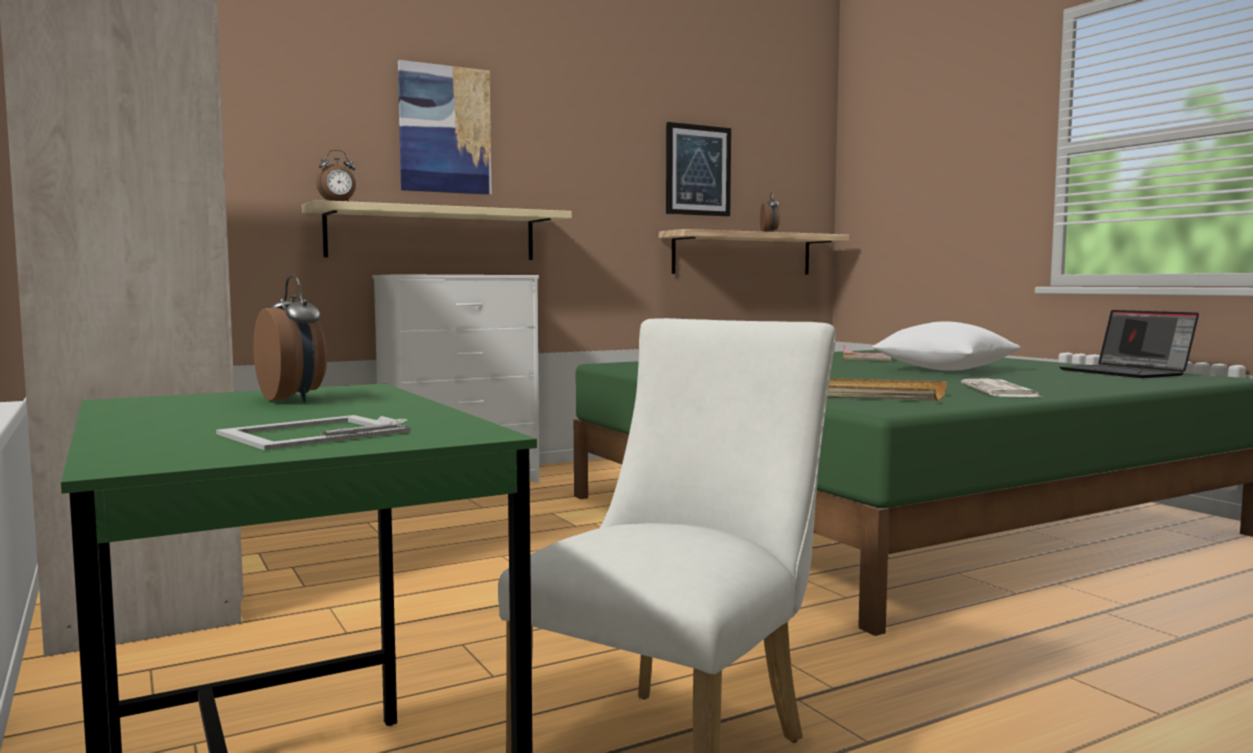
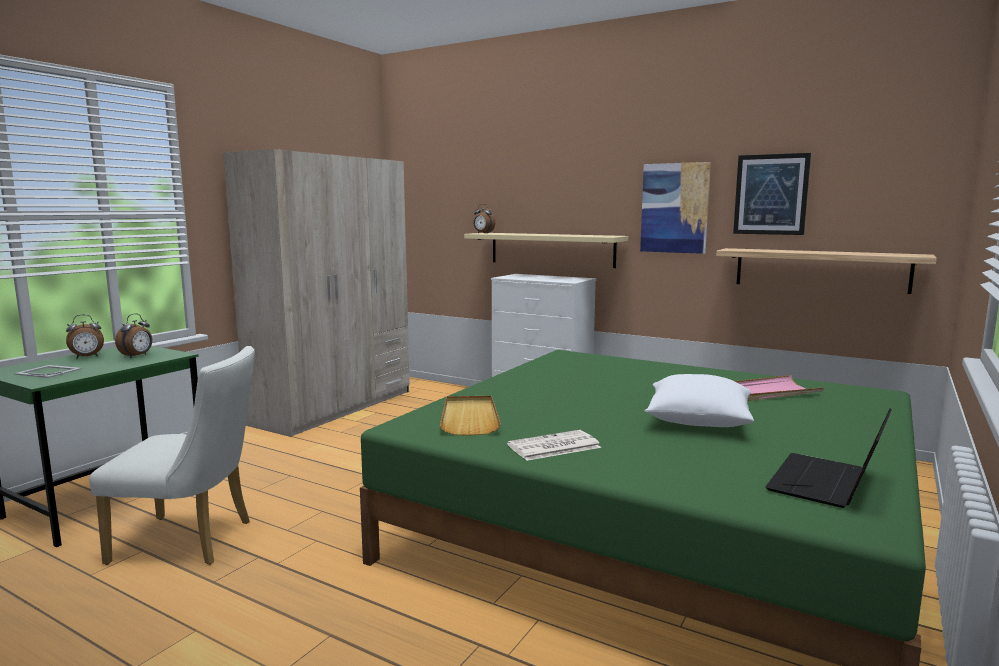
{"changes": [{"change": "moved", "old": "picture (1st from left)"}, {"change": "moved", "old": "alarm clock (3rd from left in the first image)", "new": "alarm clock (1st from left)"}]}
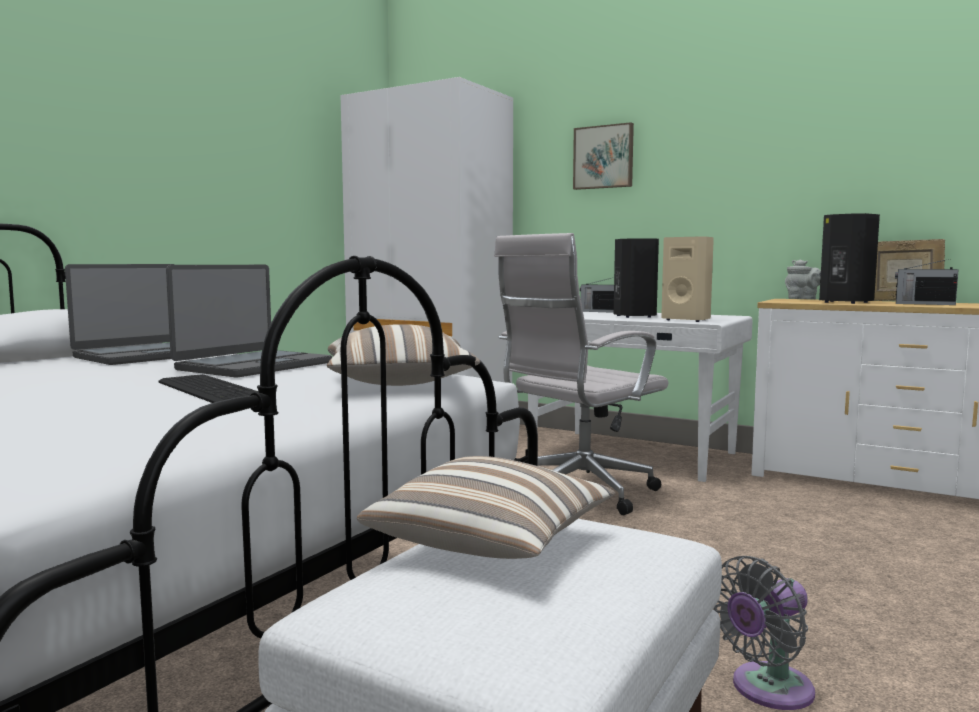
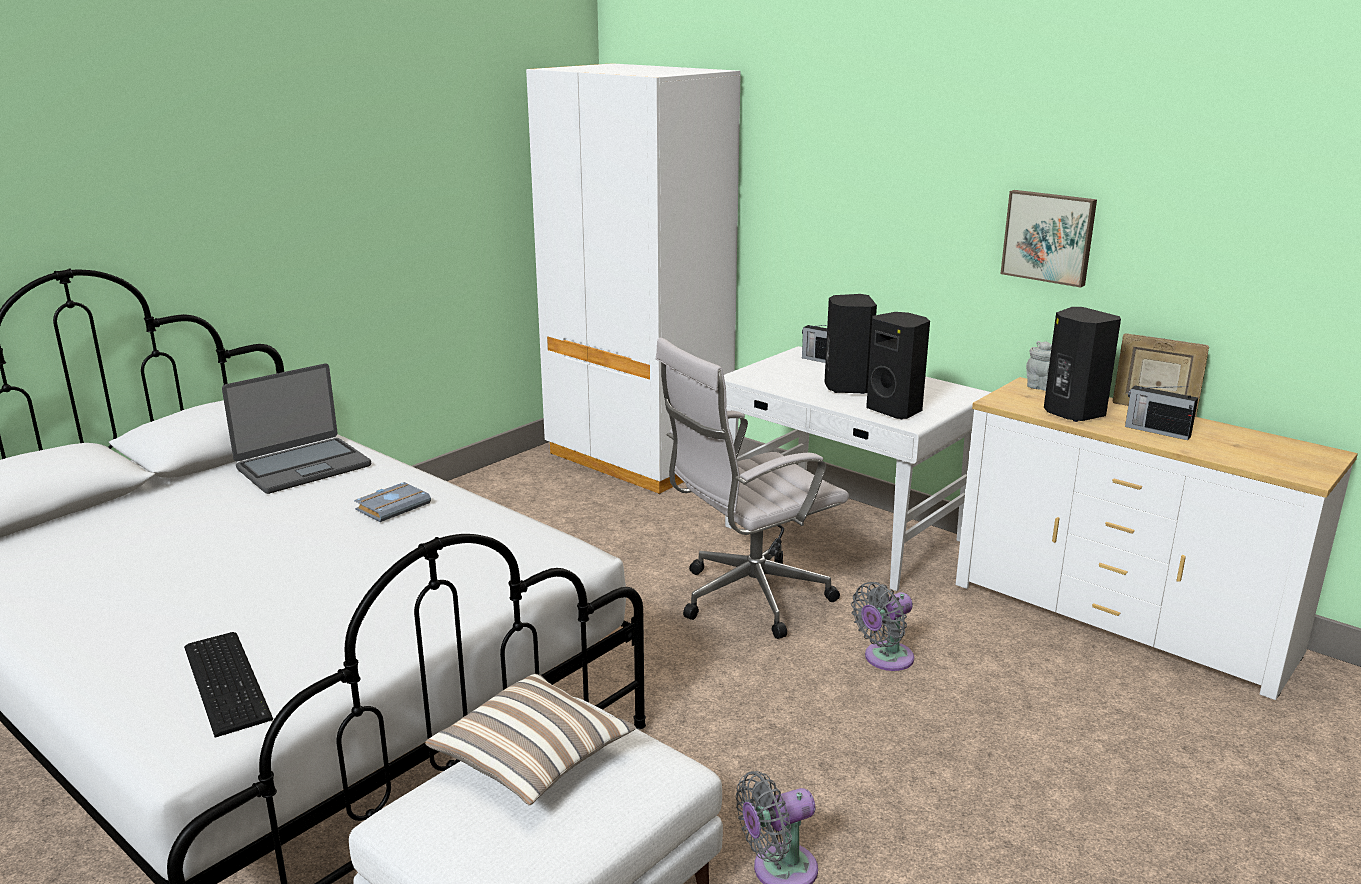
{"changes": [{"change": "moved", "old": "picture"}, {"change": "recoloured", "old": "beige speaker", "new": "black speaker (2nd from left)"}, {"change": "replaced", "old": "laptop (2nd from left)", "new": "grey book"}, {"change": "removed", "old": "pillow (1st from left)"}, {"change": "moved", "old": "keyboard"}, {"change": "added", "new": "grey fan (2nd from left)"}]}
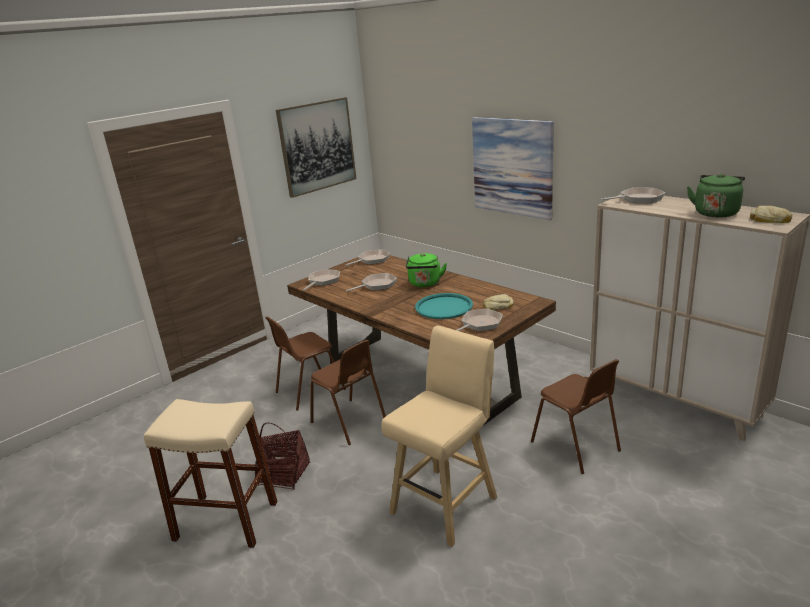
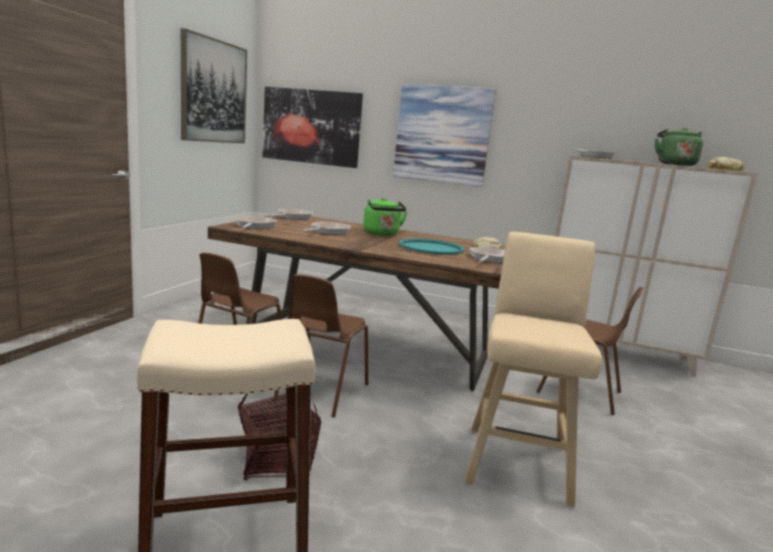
{"changes": [{"change": "turned", "old": "brown chair (2nd from left)", "degrees": 90}, {"change": "added", "new": "picture (2nd from left)"}]}
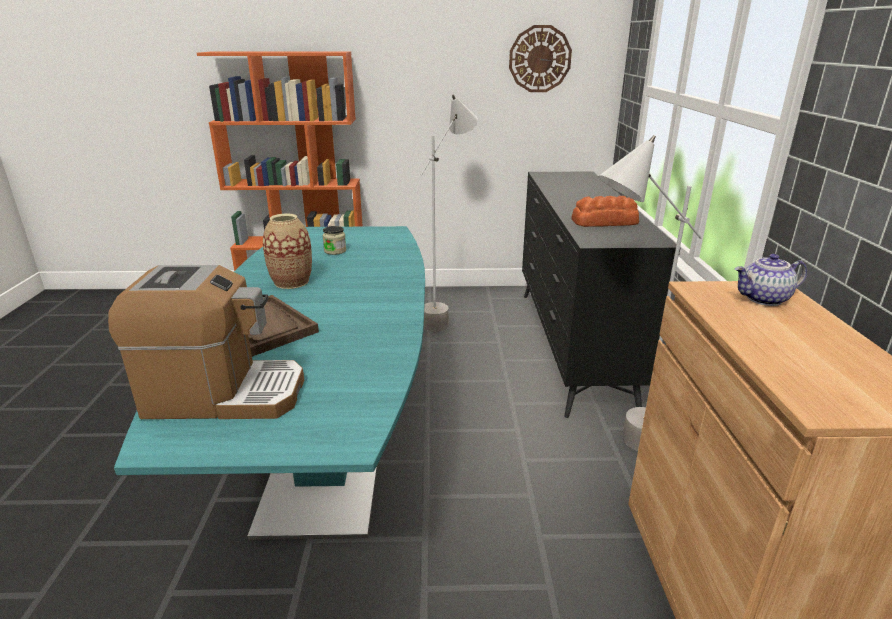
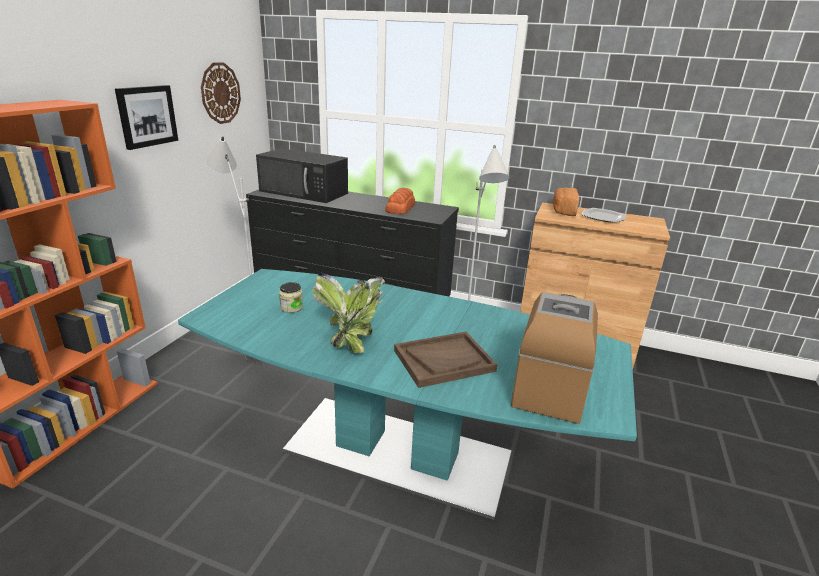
{"changes": [{"change": "replaced", "old": "vase", "new": "potted plant"}, {"change": "replaced", "old": "teapot", "new": "bread (2nd from left)"}, {"change": "added", "new": "picture"}, {"change": "added", "new": "black microwave"}, {"change": "added", "new": "plate"}]}
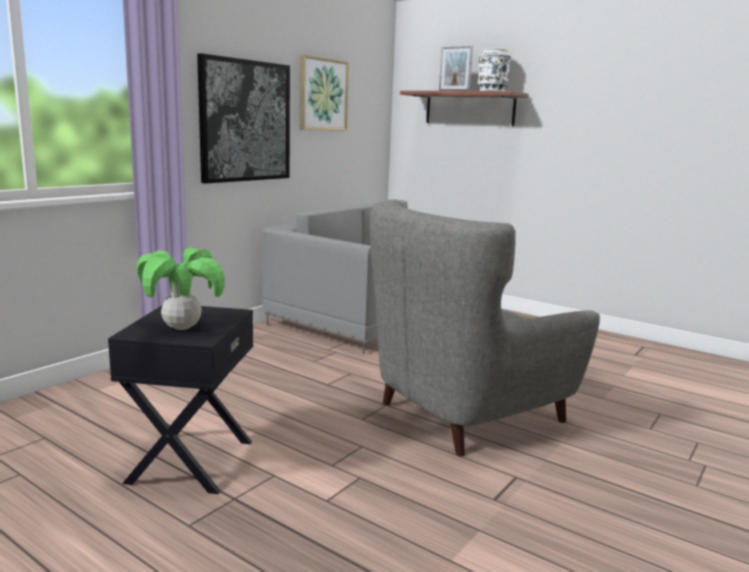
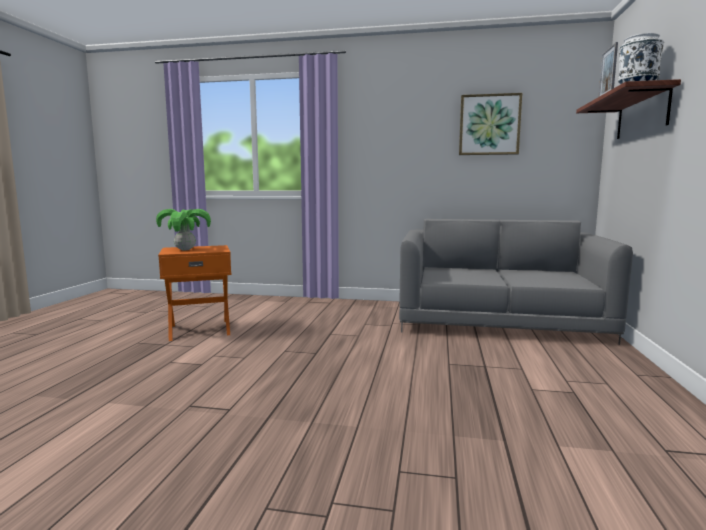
{"changes": [{"change": "removed", "old": "picture (1st from left)"}, {"change": "removed", "old": "grey armchair"}, {"change": "recoloured", "old": "black side table", "new": "orange side table"}]}
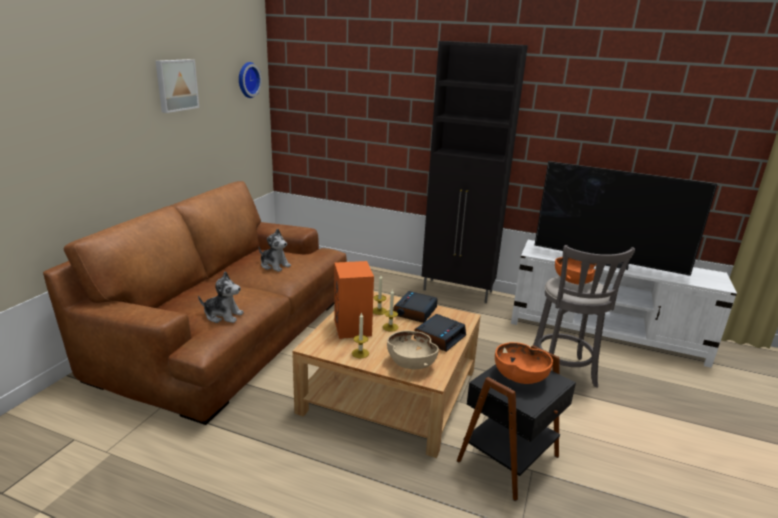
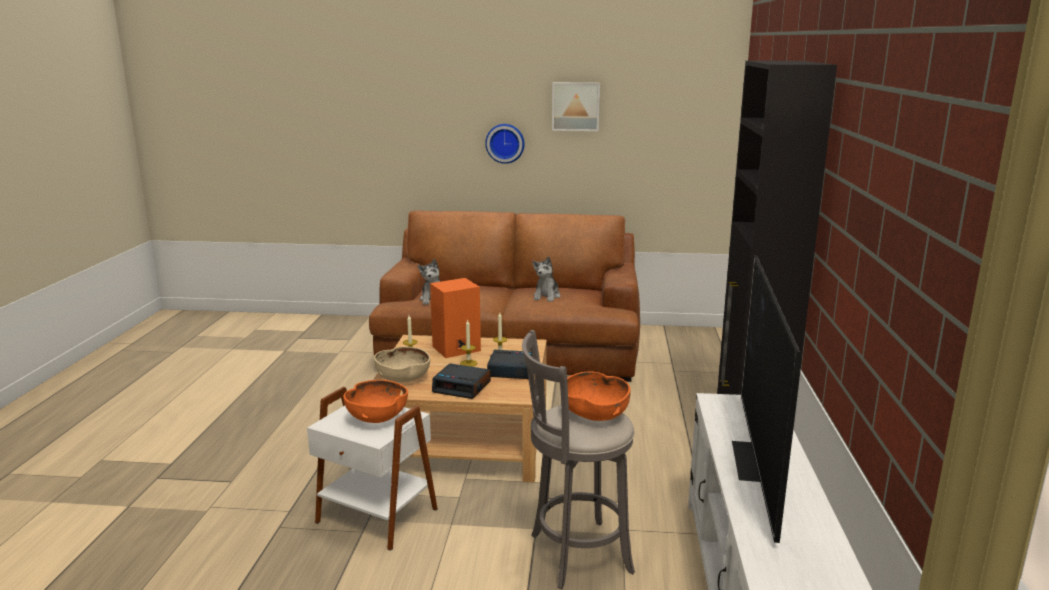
{"changes": [{"change": "moved", "old": "wall clock"}, {"change": "recoloured", "old": "black side table", "new": "white side table"}]}
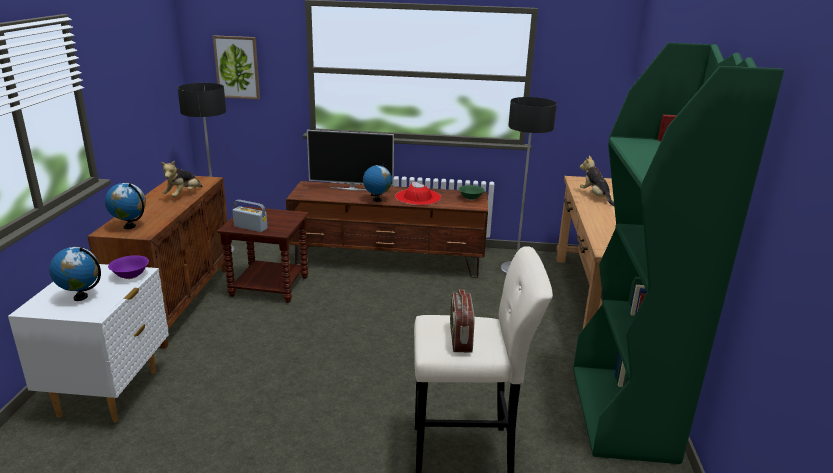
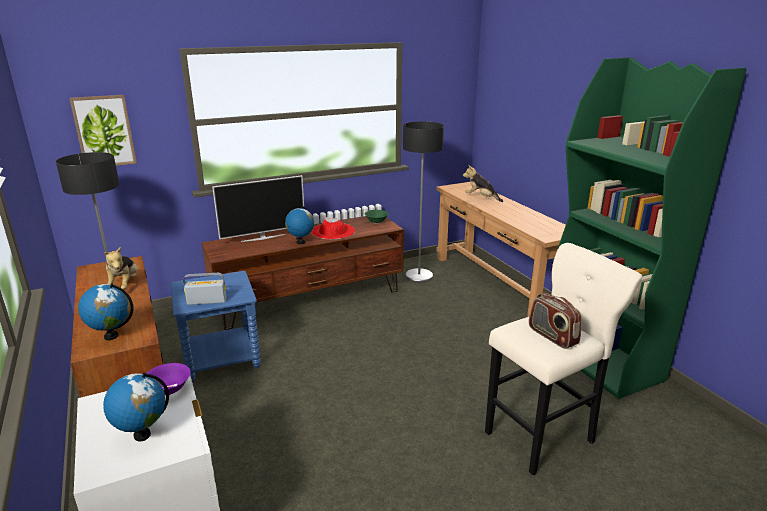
{"changes": [{"change": "recoloured", "old": "brown side table", "new": "blue side table"}]}
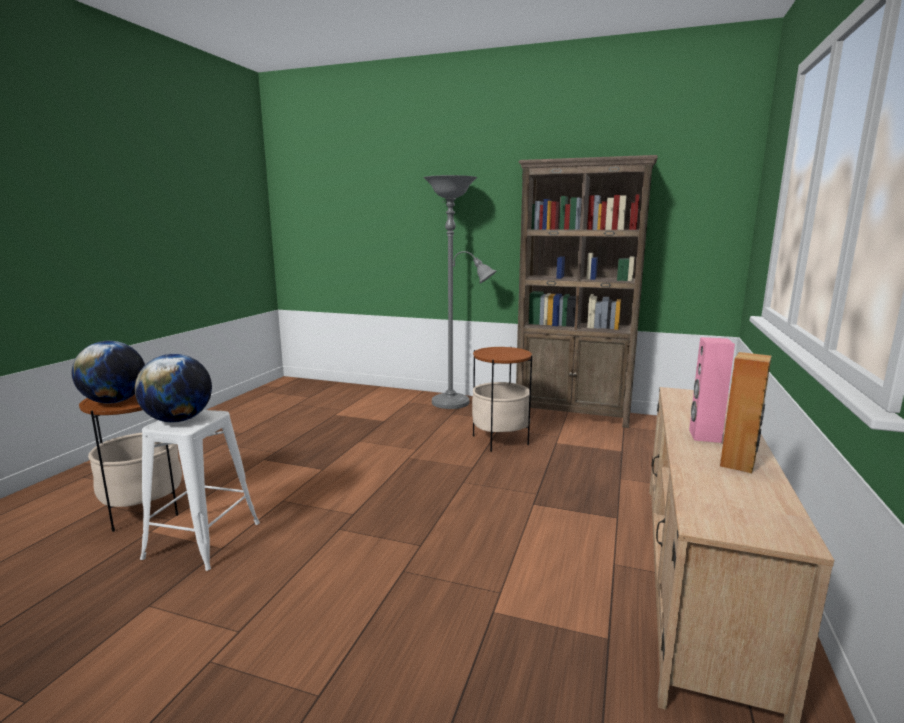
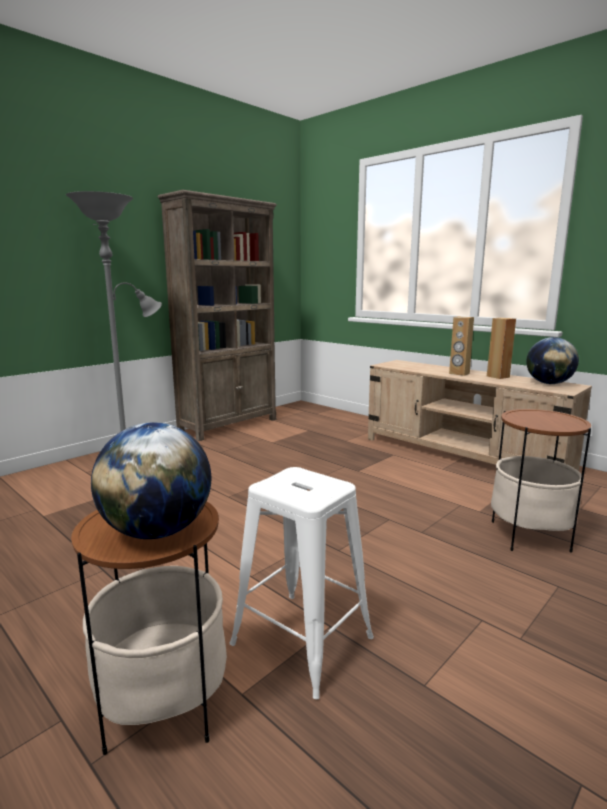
{"changes": [{"change": "recoloured", "old": "pink speaker", "new": "brown speaker (1st from left)"}, {"change": "moved", "old": "side table (2nd from left)"}, {"change": "moved", "old": "globe (2nd from left)"}]}
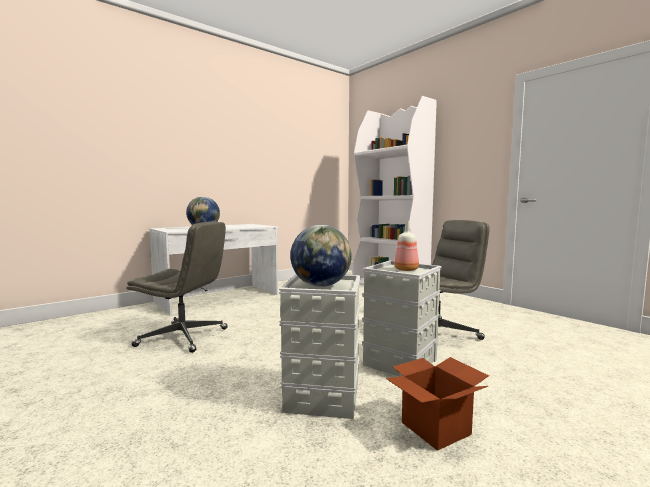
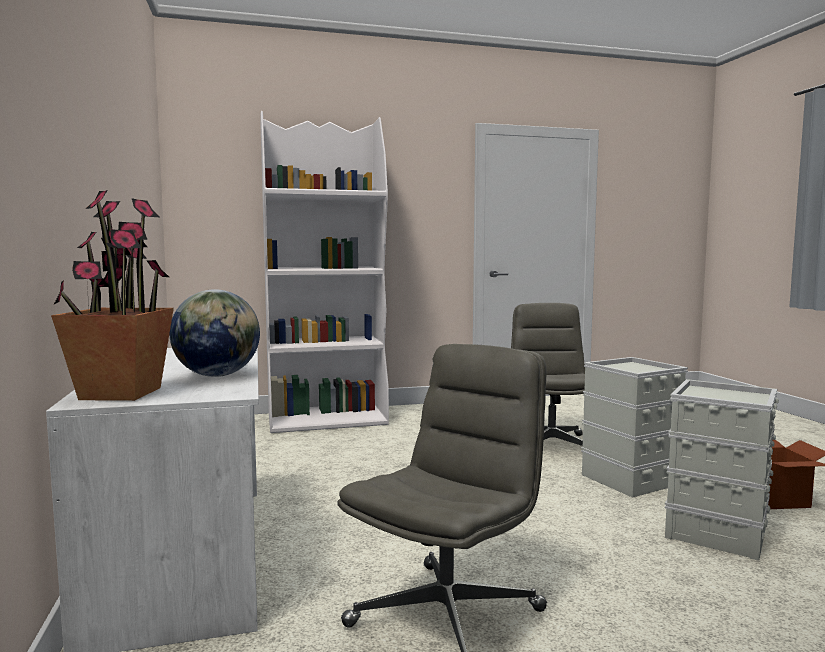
{"changes": [{"change": "removed", "old": "bottle"}, {"change": "removed", "old": "globe (2nd from left)"}, {"change": "added", "new": "potted plant"}]}
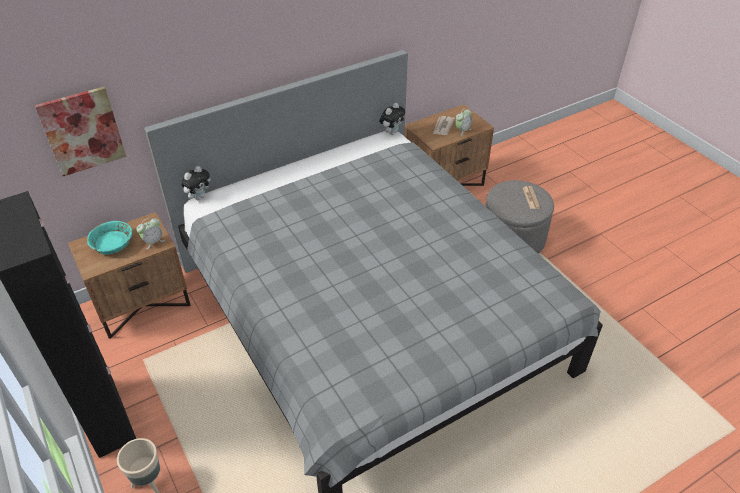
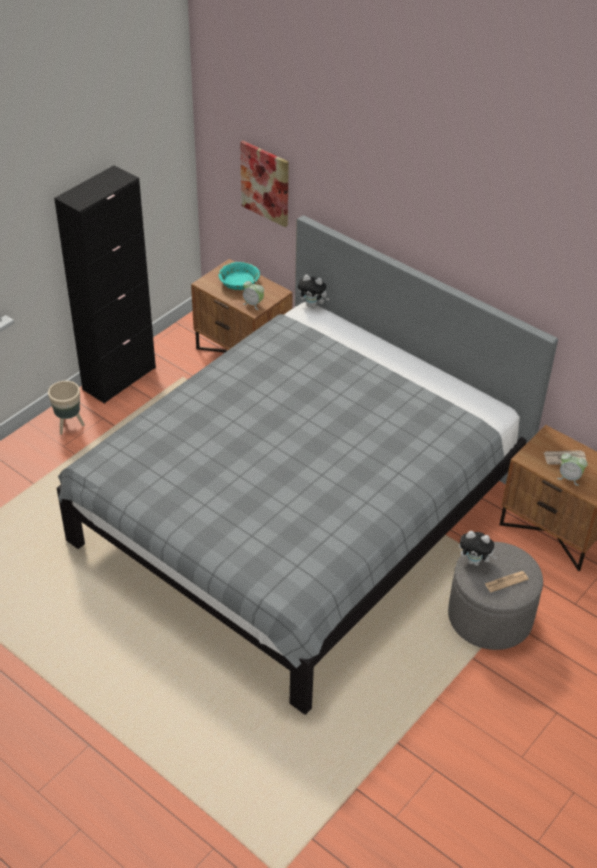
{"changes": [{"change": "moved", "old": "plush toy (2nd from left)"}]}
